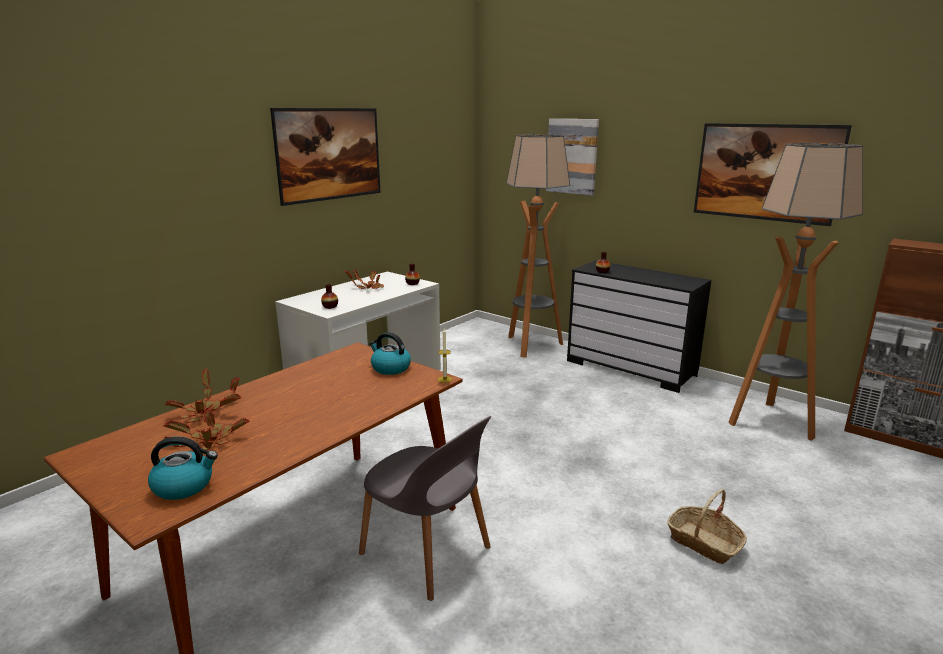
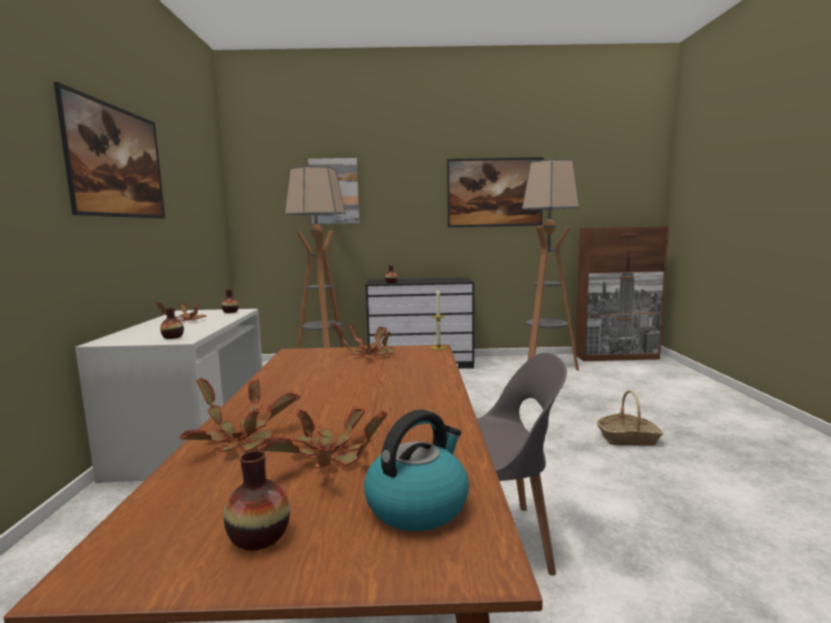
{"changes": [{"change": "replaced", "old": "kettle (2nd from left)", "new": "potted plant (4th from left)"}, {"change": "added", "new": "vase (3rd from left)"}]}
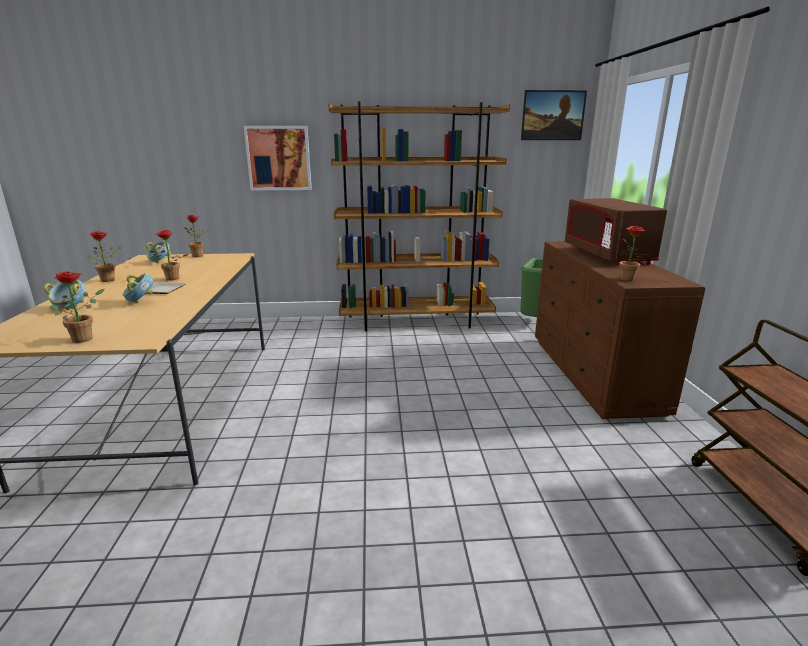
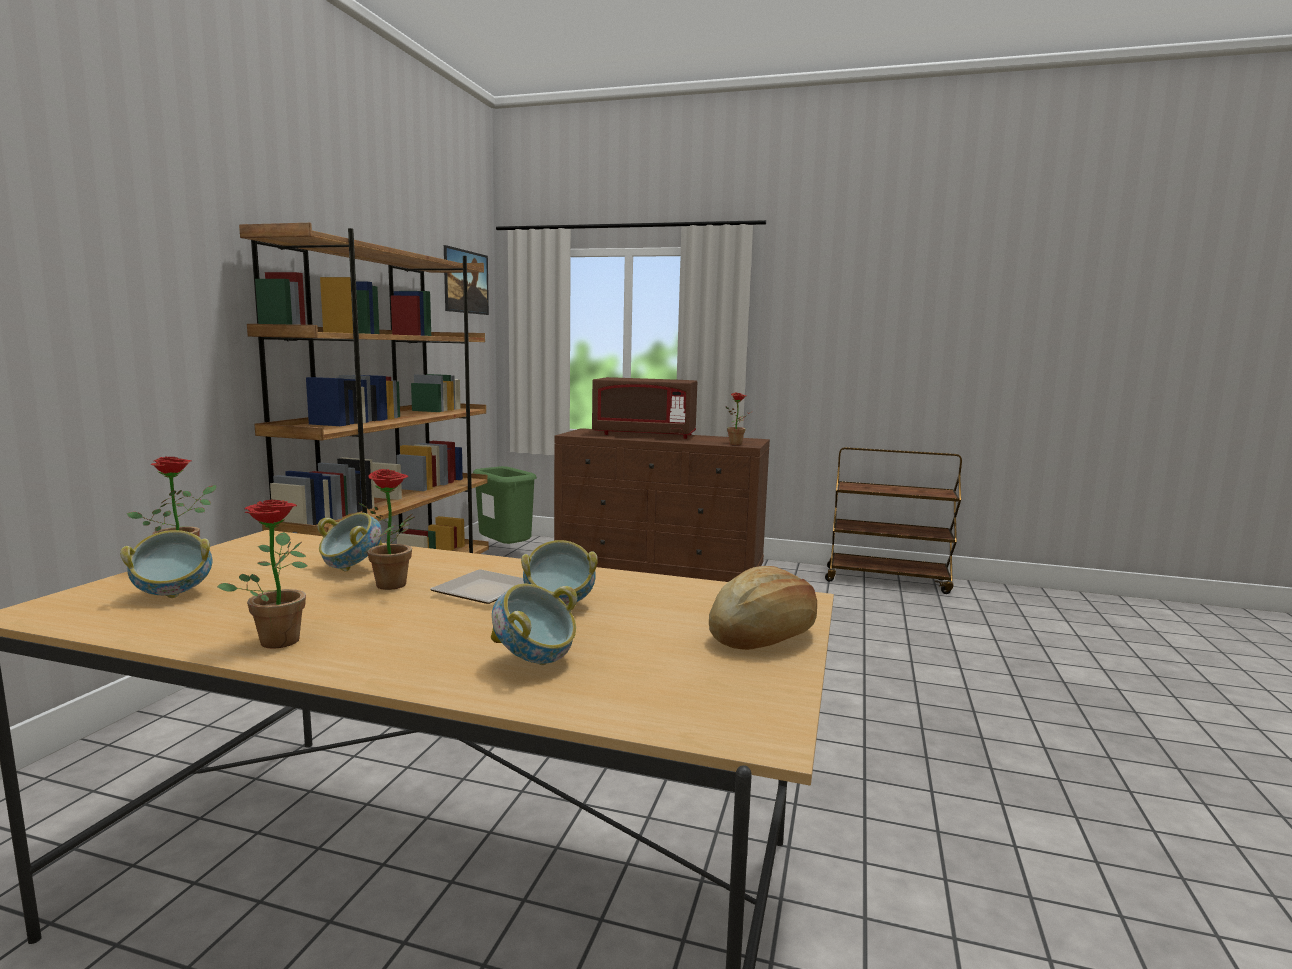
{"changes": [{"change": "removed", "old": "picture (1st from left)"}, {"change": "replaced", "old": "potted plant (1st from left)", "new": "bread"}, {"change": "added", "new": "bowl (2nd from left)"}]}
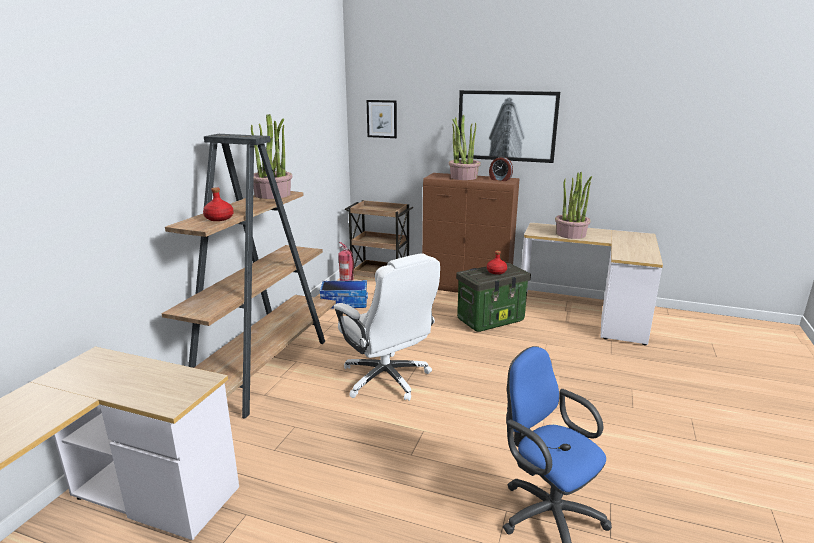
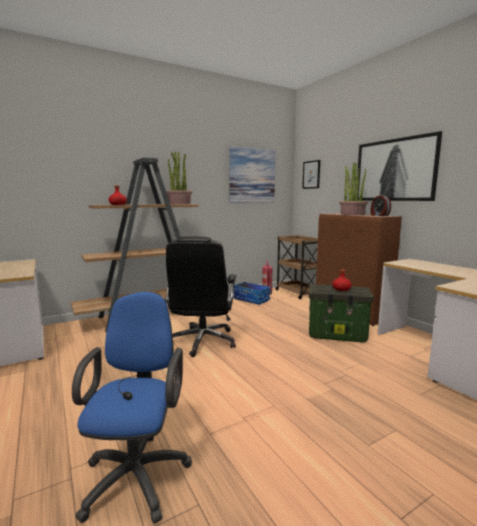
{"changes": [{"change": "removed", "old": "potted plant (3rd from left)"}, {"change": "recoloured", "old": "white office chair", "new": "black office chair"}, {"change": "added", "new": "picture (1st from left)"}]}
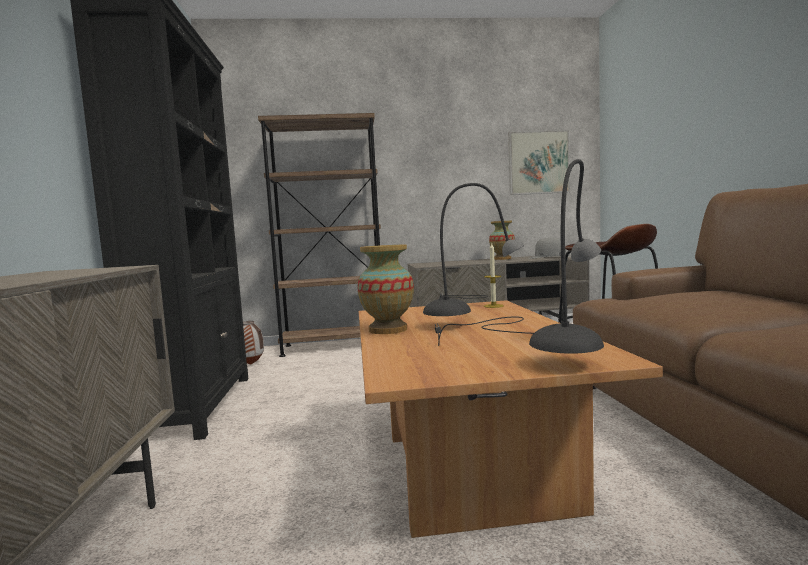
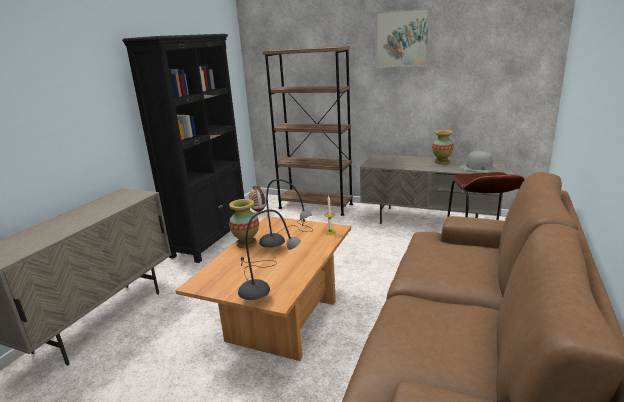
{"changes": [{"change": "moved", "old": "picture"}]}
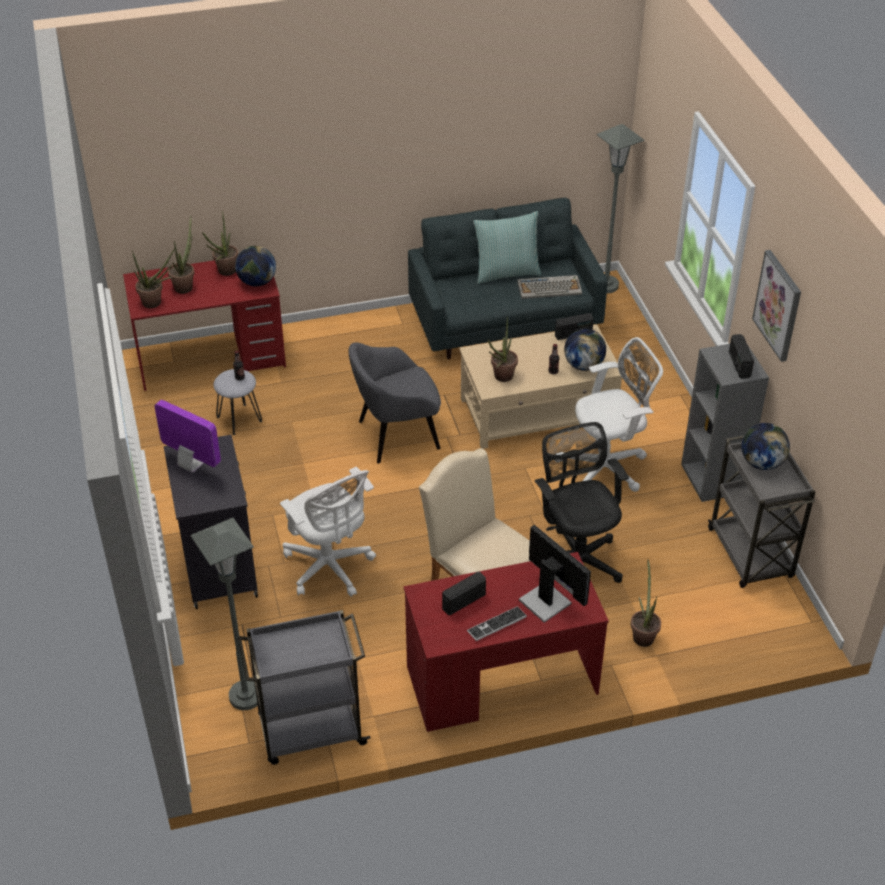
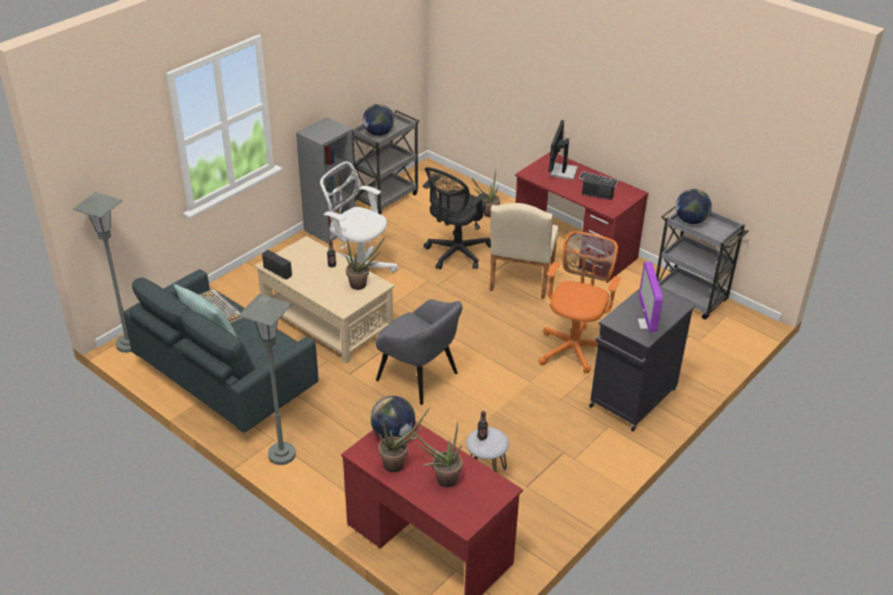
{"changes": [{"change": "removed", "old": "potted plant (1st from left)"}, {"change": "removed", "old": "picture"}, {"change": "moved", "old": "globe (2nd from left in the first image)", "new": "globe (3rd from left)"}, {"change": "removed", "old": "radio (3rd from left)"}, {"change": "recoloured", "old": "white office chair (1st from left)", "new": "orange office chair"}, {"change": "moved", "old": "grey floor lamp (1st from left in the first image)", "new": "grey floor lamp (2nd from left)"}]}
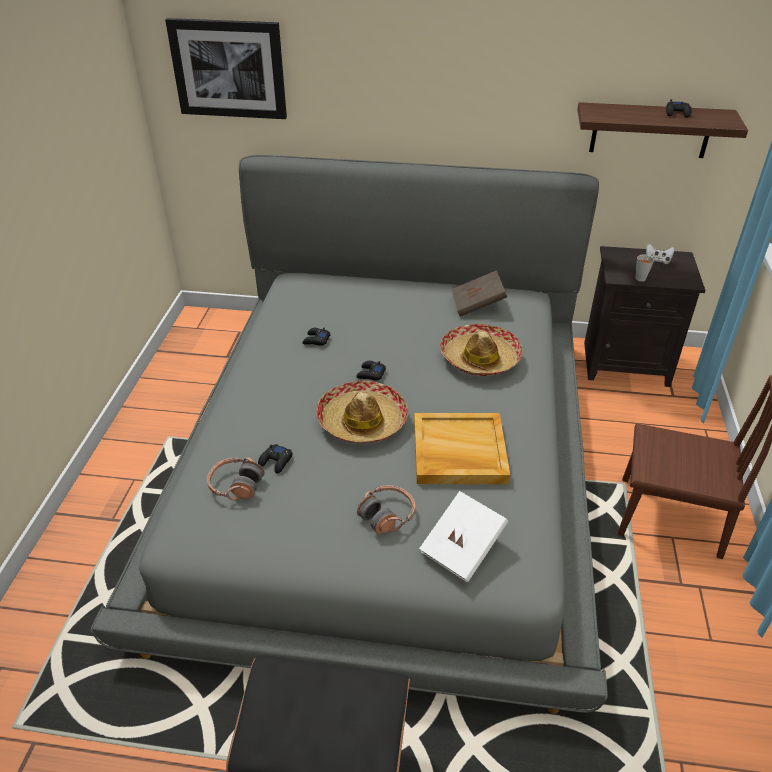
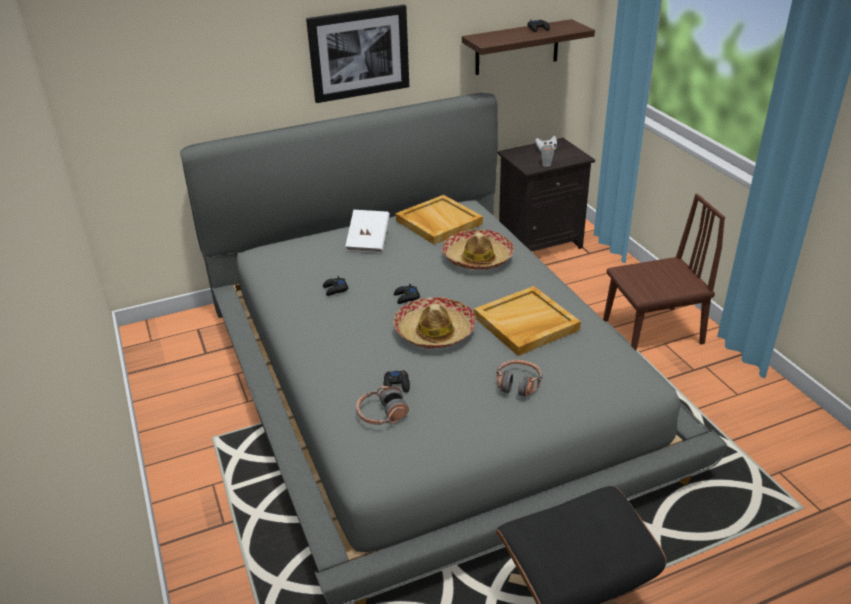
{"changes": [{"change": "moved", "old": "picture"}, {"change": "replaced", "old": "brown book", "new": "beige tray (1st from left)"}, {"change": "moved", "old": "white book"}]}
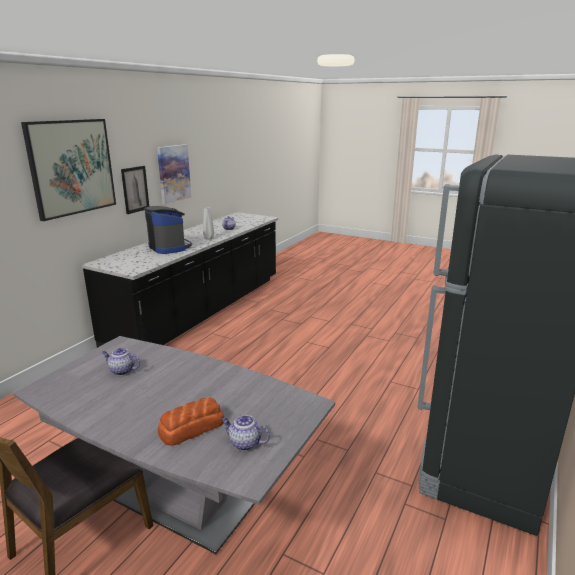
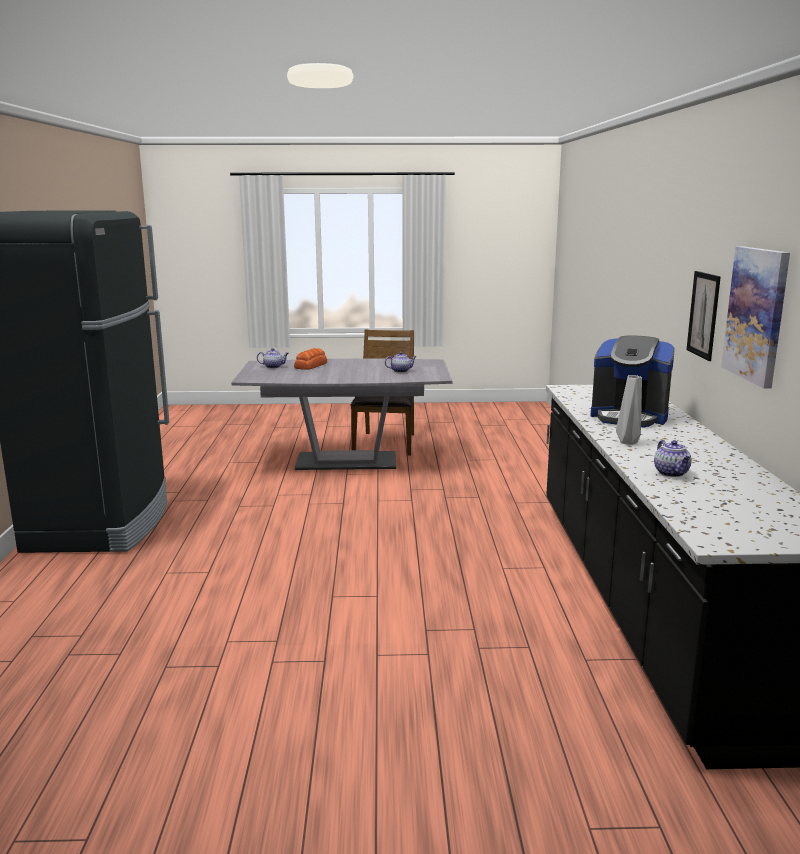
{"changes": [{"change": "removed", "old": "picture (1st from left)"}]}
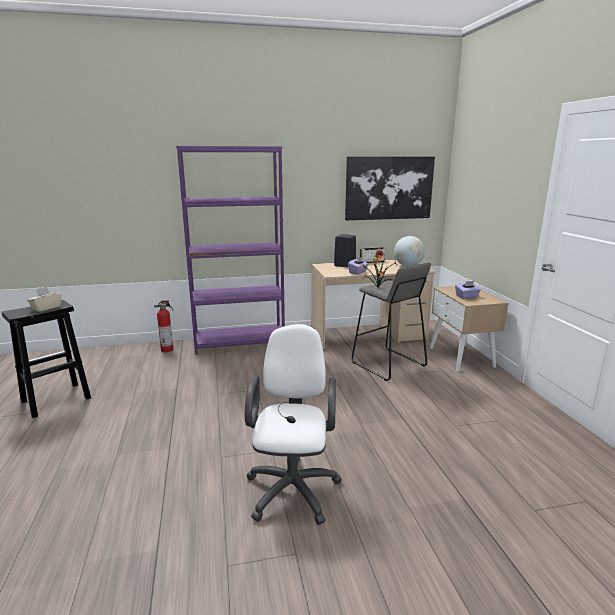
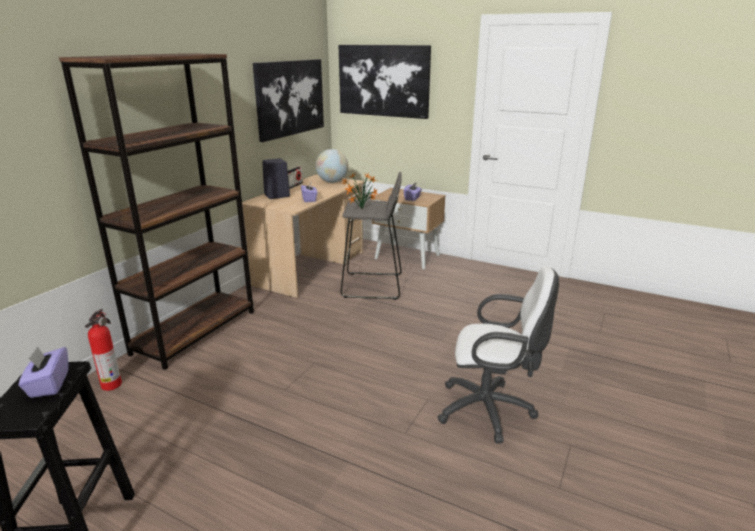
{"changes": [{"change": "recoloured", "old": "purple bookcase", "new": "brown bookcase"}, {"change": "recoloured", "old": "beige tissue box", "new": "purple tissue box (1st from left)"}, {"change": "turned", "old": "white office chair", "degrees": 150}, {"change": "added", "new": "picture (2nd from left)"}]}
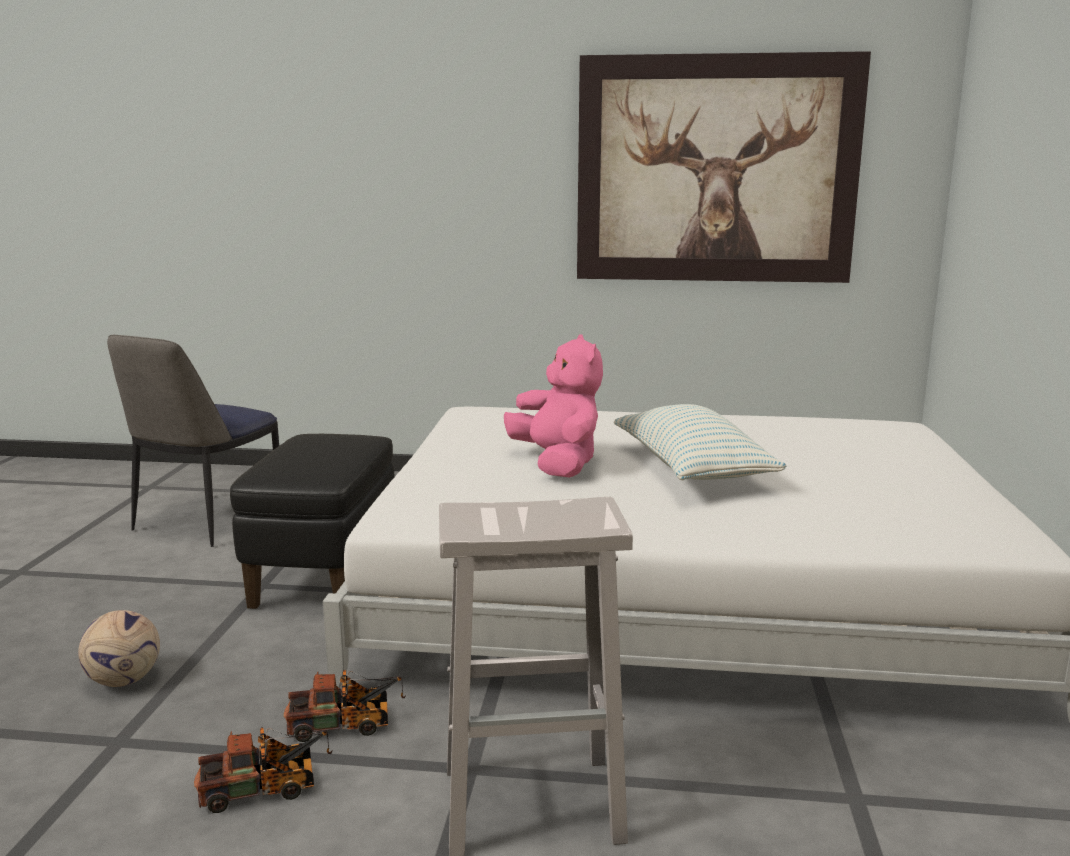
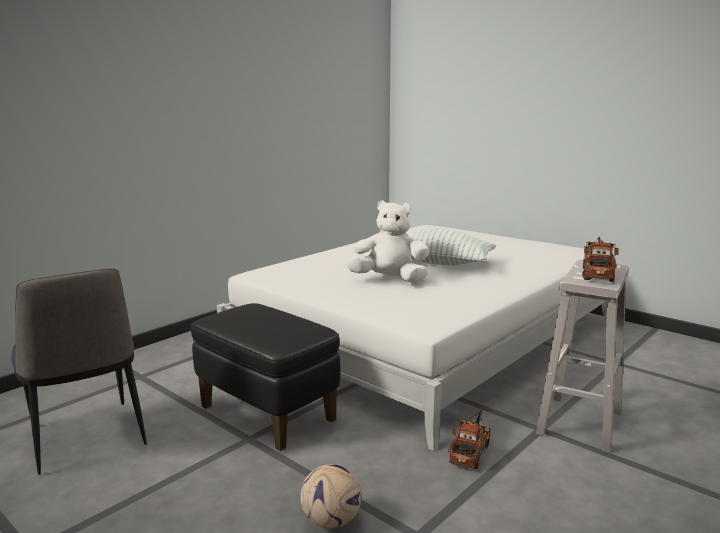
{"changes": [{"change": "removed", "old": "picture"}, {"change": "recoloured", "old": "pink plush toy", "new": "white plush toy"}, {"change": "moved", "old": "toy truck (1st from left in the first image)", "new": "toy truck (2nd from left)"}]}
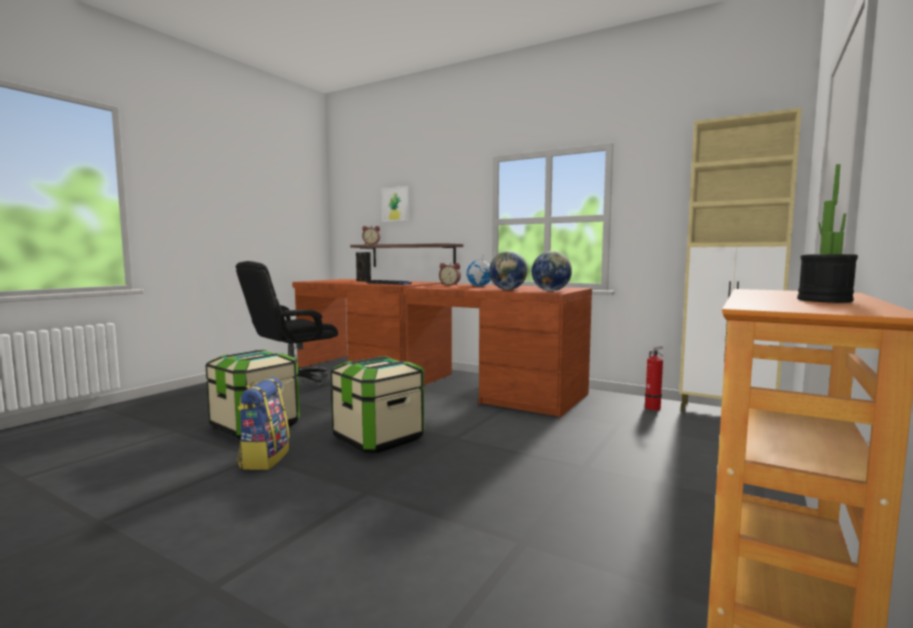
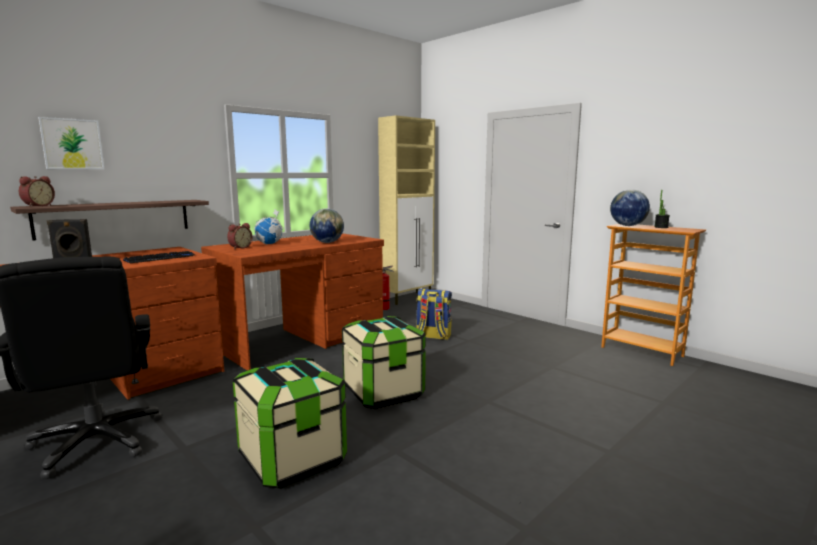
{"changes": [{"change": "moved", "old": "globe (3rd from left)"}, {"change": "moved", "old": "backpack"}]}
